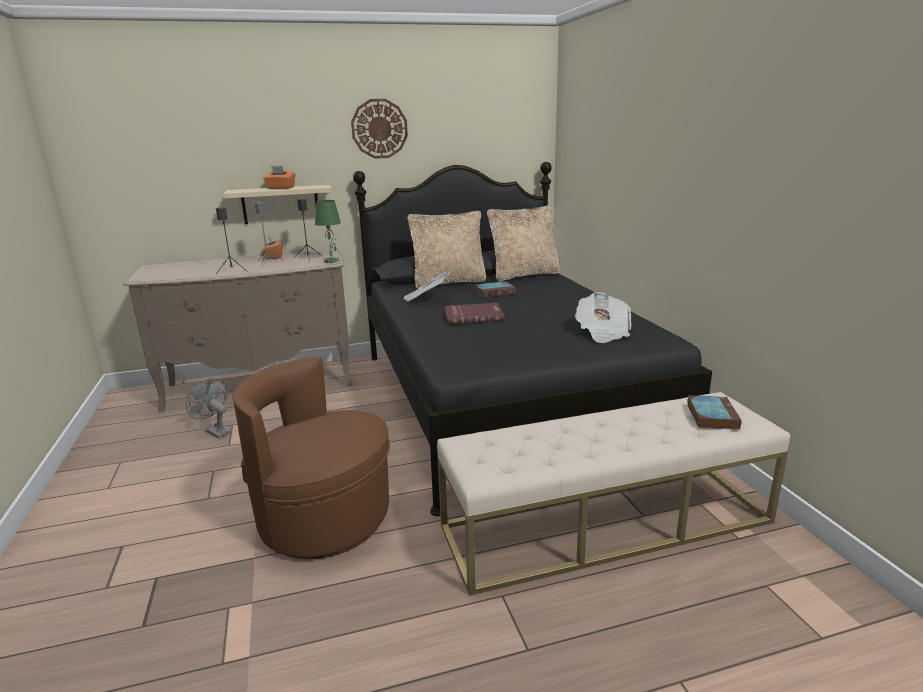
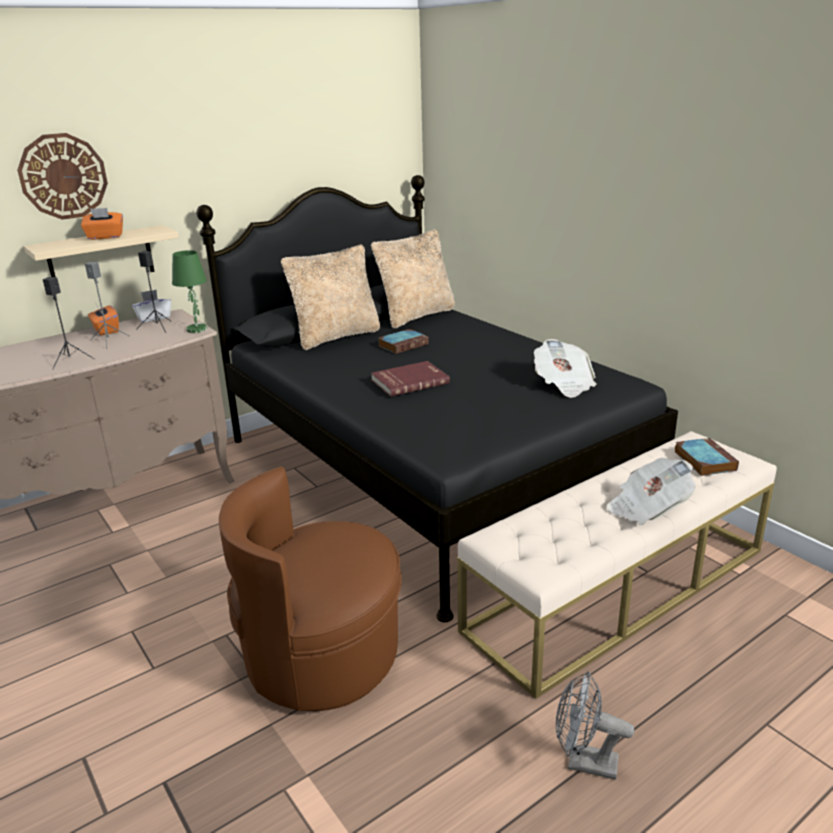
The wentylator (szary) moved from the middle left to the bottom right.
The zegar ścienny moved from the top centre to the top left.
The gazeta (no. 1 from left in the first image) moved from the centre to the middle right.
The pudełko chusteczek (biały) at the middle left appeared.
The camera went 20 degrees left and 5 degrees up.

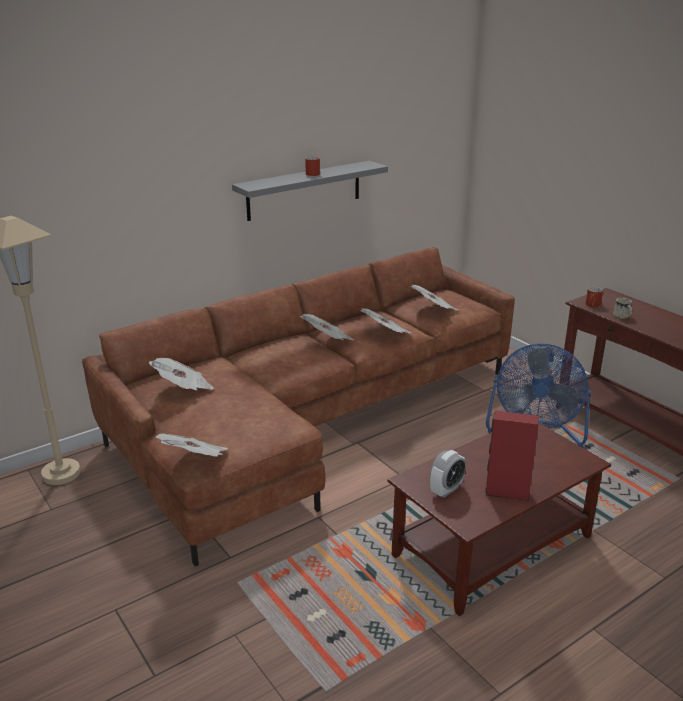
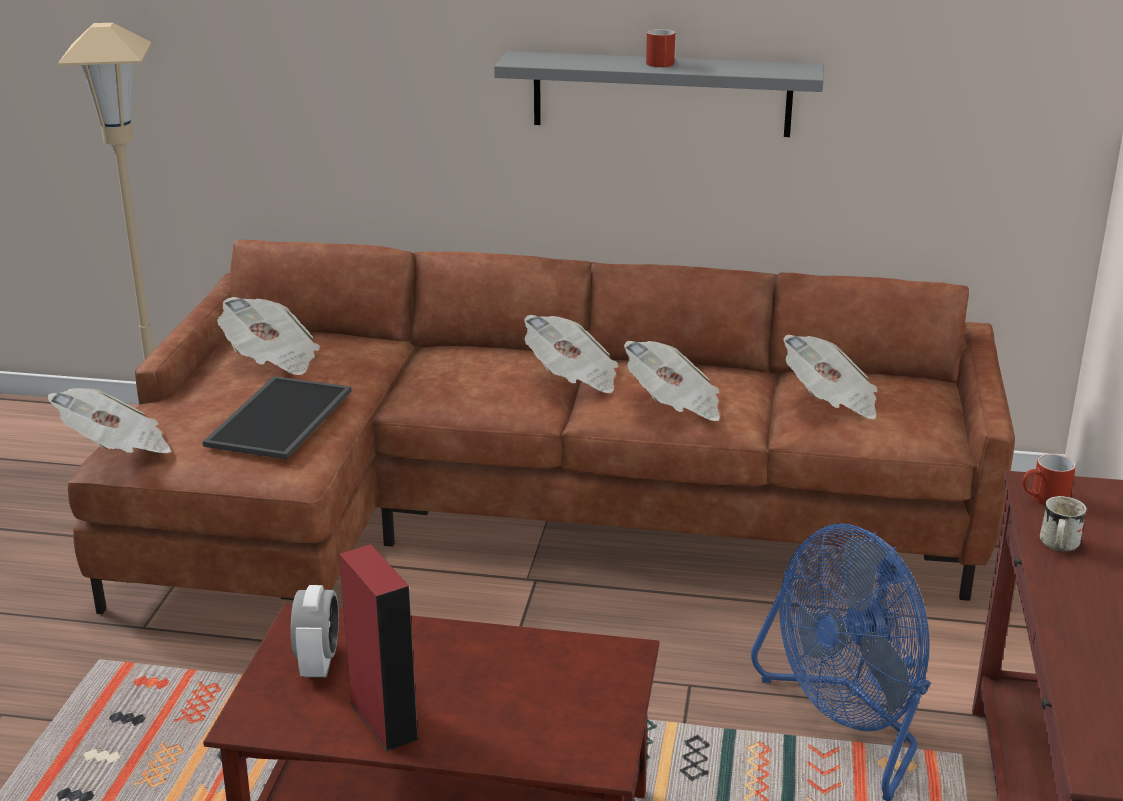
The budzik at the bottom centre turned 90 degrees counterclockwise.
The taca at the middle left appeared.
The camera went 45 degrees right and 0 degrees up.

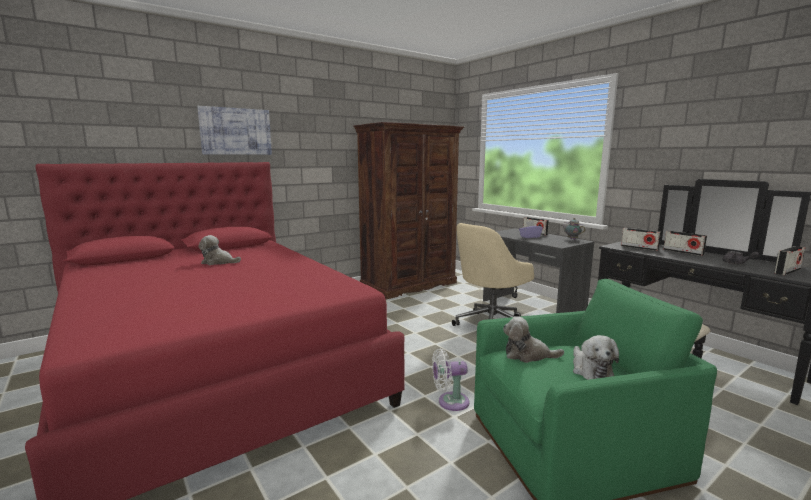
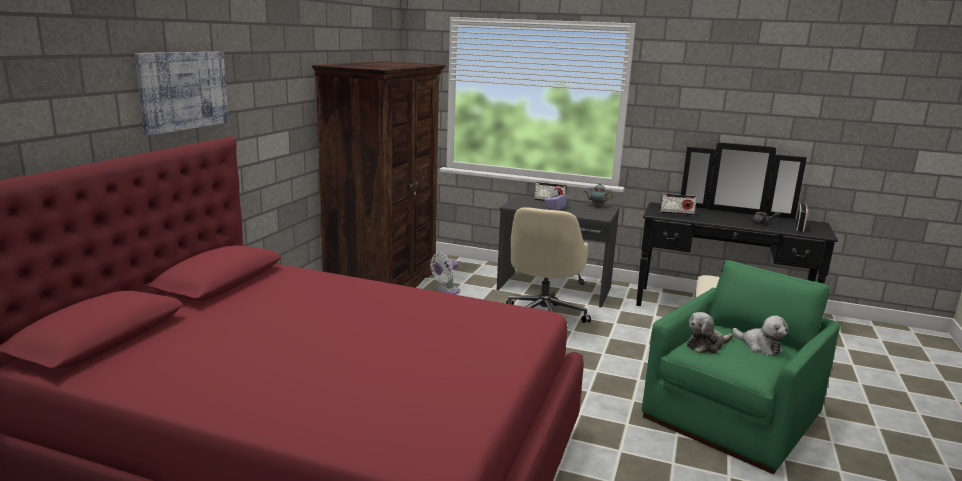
The pluszak (no. 1 from left) at the middle left disappeared.
The wentylator (biały) moved from the bottom centre to the centre.
The radio (no. 3 from left) at the middle right disappeared.
The camera went 35 degrees left and 5 degrees up.

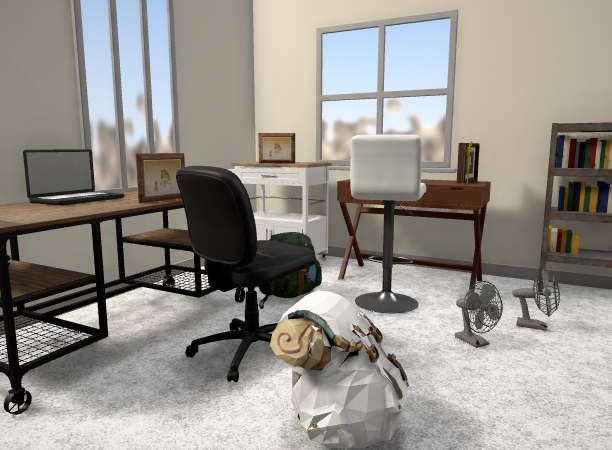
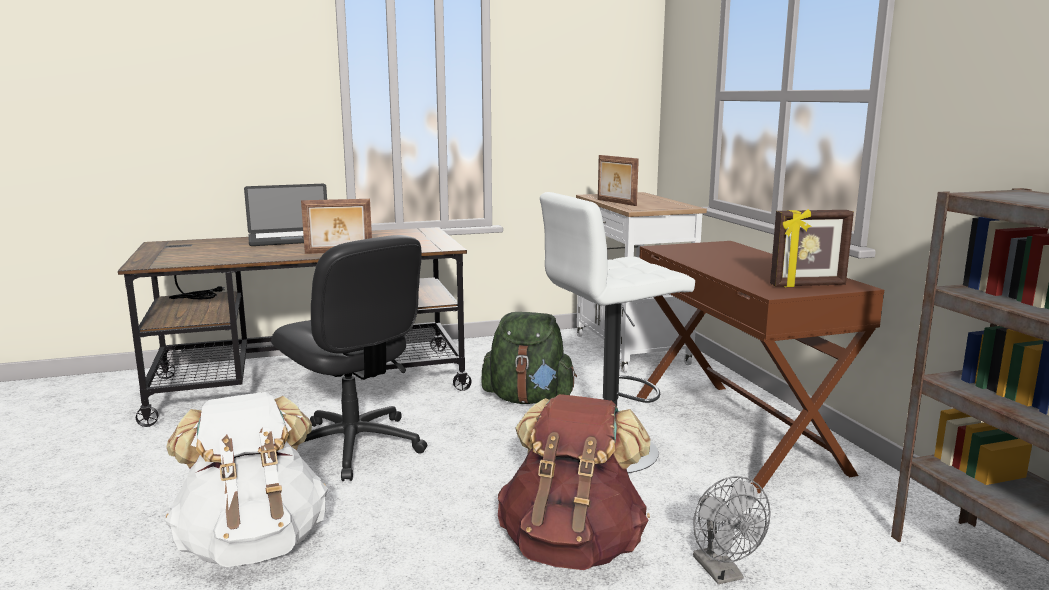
The krzesło biurowe (czarny) at the centre turned 135 degrees counterclockwise.
The wentylator (szary) (no. 1 from left) at the bottom right was replaced by the plecak (brązowy) at the bottom centre.
The camera went 45 degrees right and 5 degrees up.

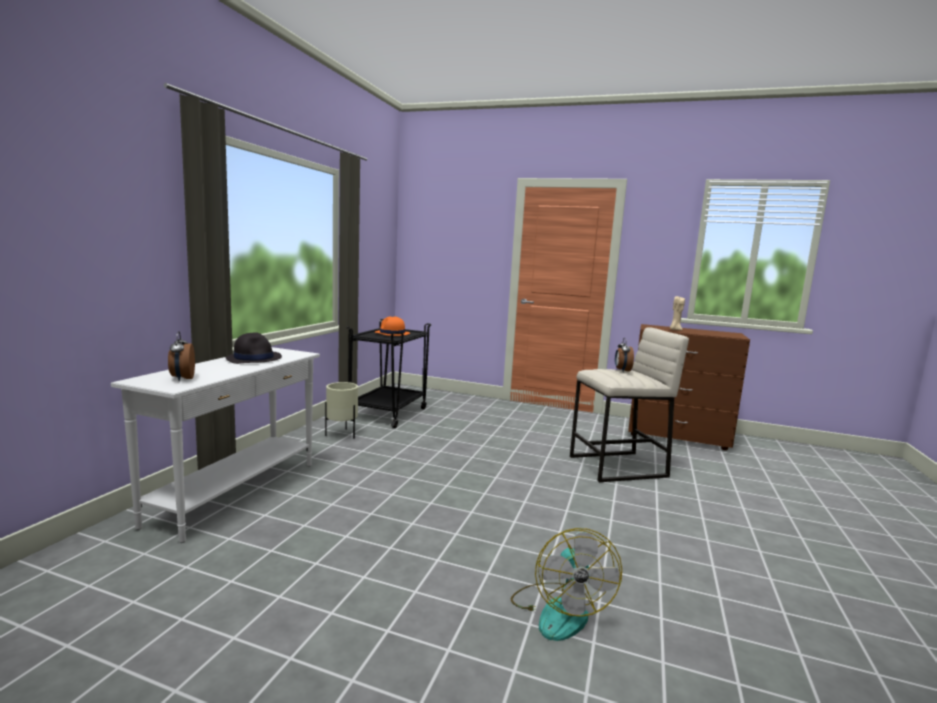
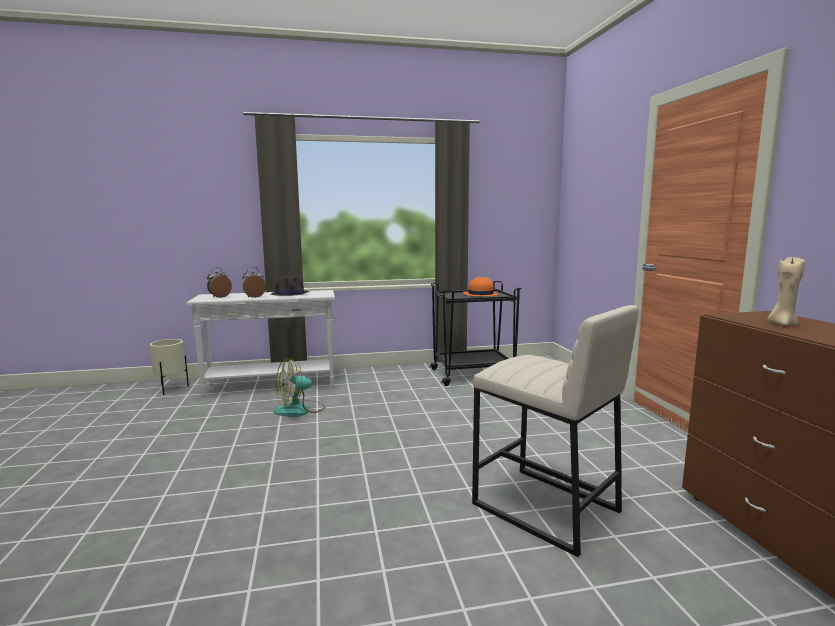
The donica (beżowy) moved from the centre to the middle left.
The wentylator moved from the bottom centre to the centre.
The budzik (no. 2 from left) moved from the centre to the middle left.
The camera went 60 degrees right and 0 degrees up.

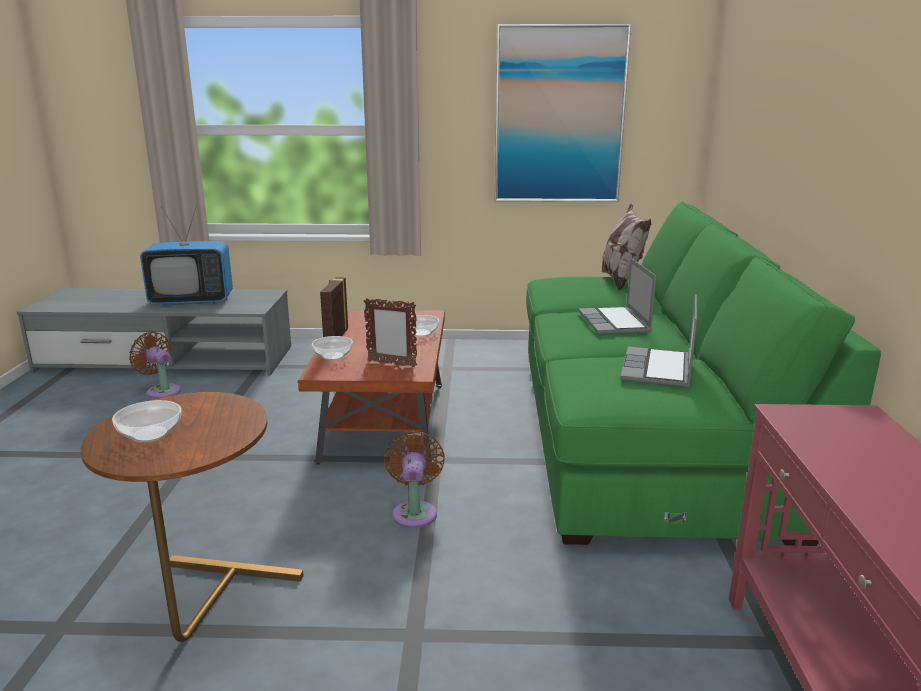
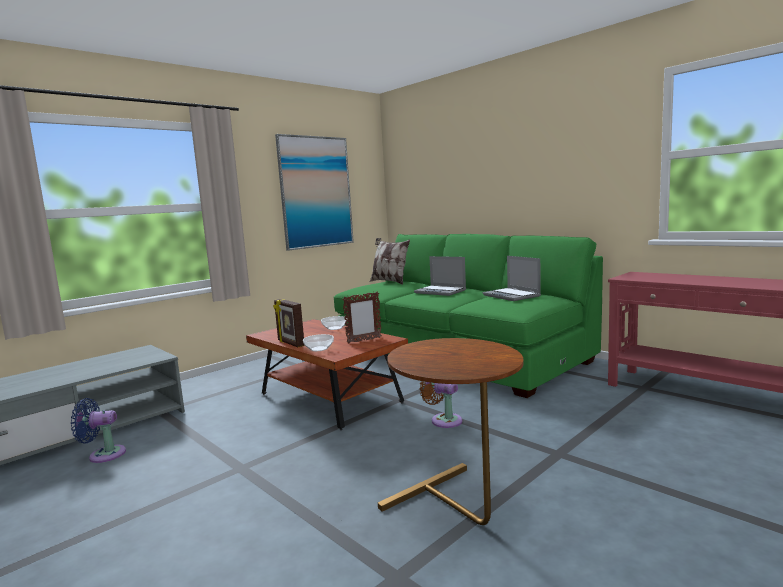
The miska (no. 1 from left) at the middle left disappeared.
The wentylator (brązowy) (no. 1 from left) at the middle left became the wentylator (niebieski) at the bottom left.
The telewizor at the middle left disappeared.
The camera went 45 degrees left and 10 degrees down.

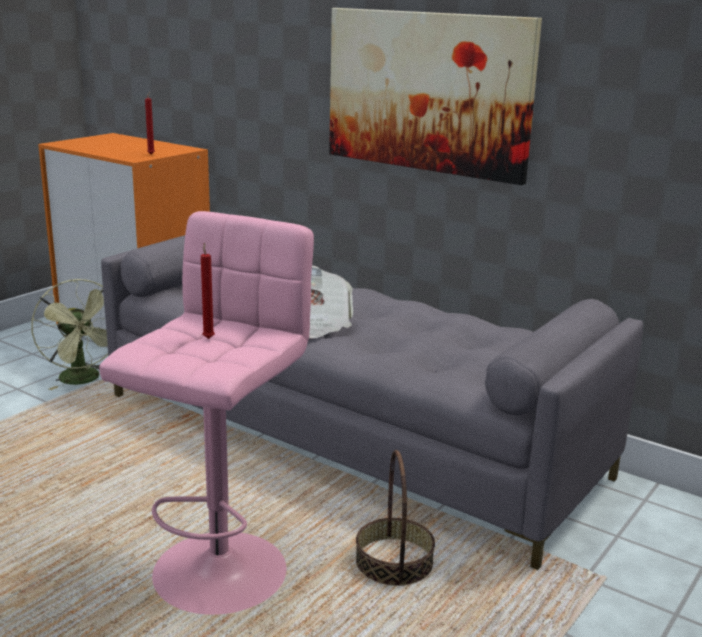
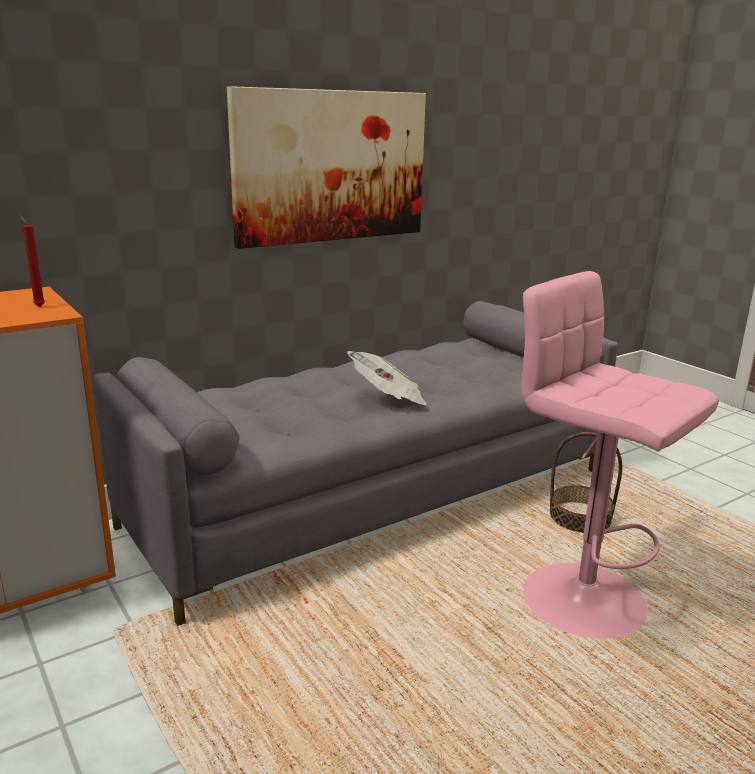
The wentylator (zielony) at the middle left disappeared.
The świeca (czerwony) (no. 2 from left) at the middle left disappeared.
The camera went 70 degrees left and 0 degrees up.

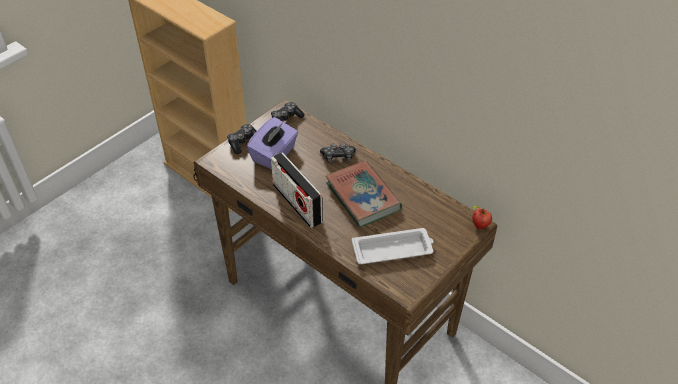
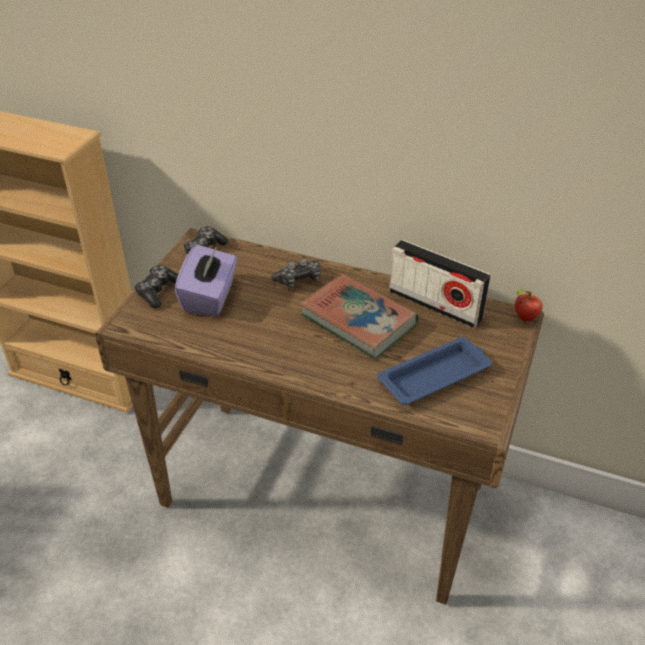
The radio moved from the centre to the middle right.
The taca (biały) at the centre became the taca (niebieski) at the middle right.
The camera went 20 degrees left and 5 degrees down.

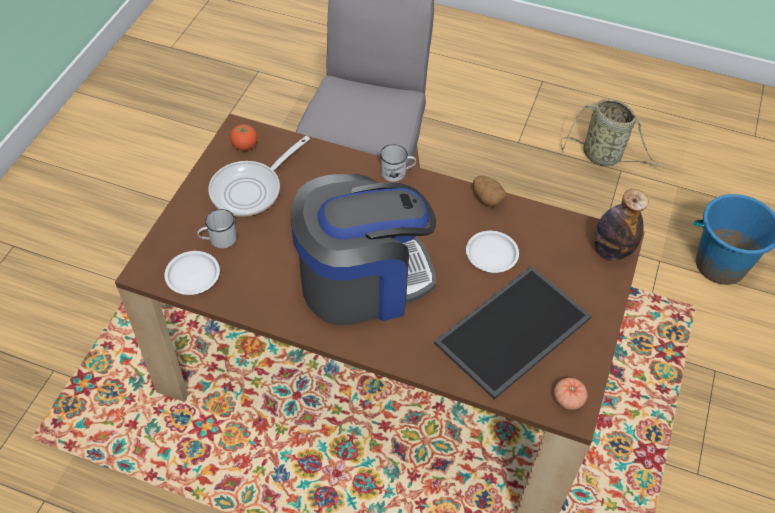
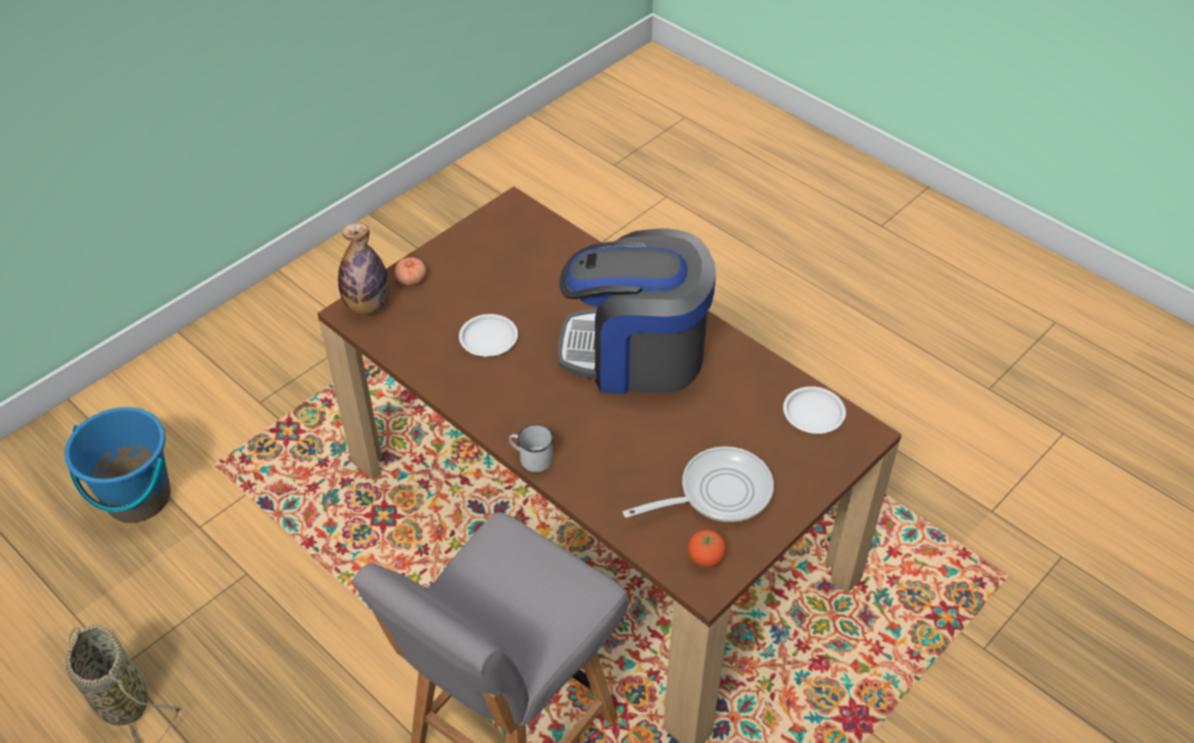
The kubek (biały) (no. 1 from left) at the middle left disappeared.
The taca at the centre disappeared.
The ziemniak at the centre disappeared.
The pomidor (no. 2 from left in the first image) moved from the bottom right to the centre.
The camera went 155 degrees left and 5 degrees down.

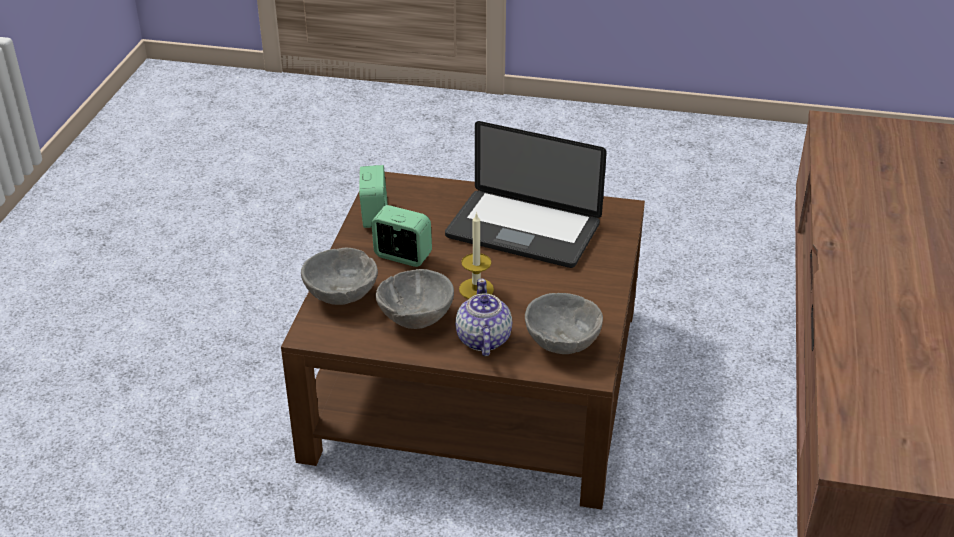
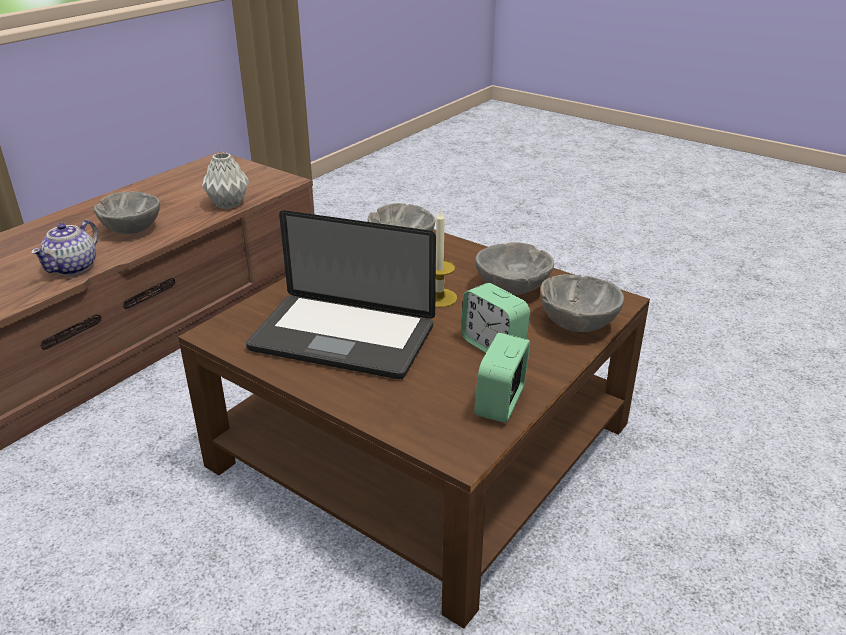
The laptop at the centre turned 150 degrees clockwise.
The imbryk moved from the centre to the middle left.
The miska (szary) (no. 1 from left) at the middle left appeared.
The wazon (szary) at the top left appeared.
The camera went 155 degrees left and 5 degrees down.

